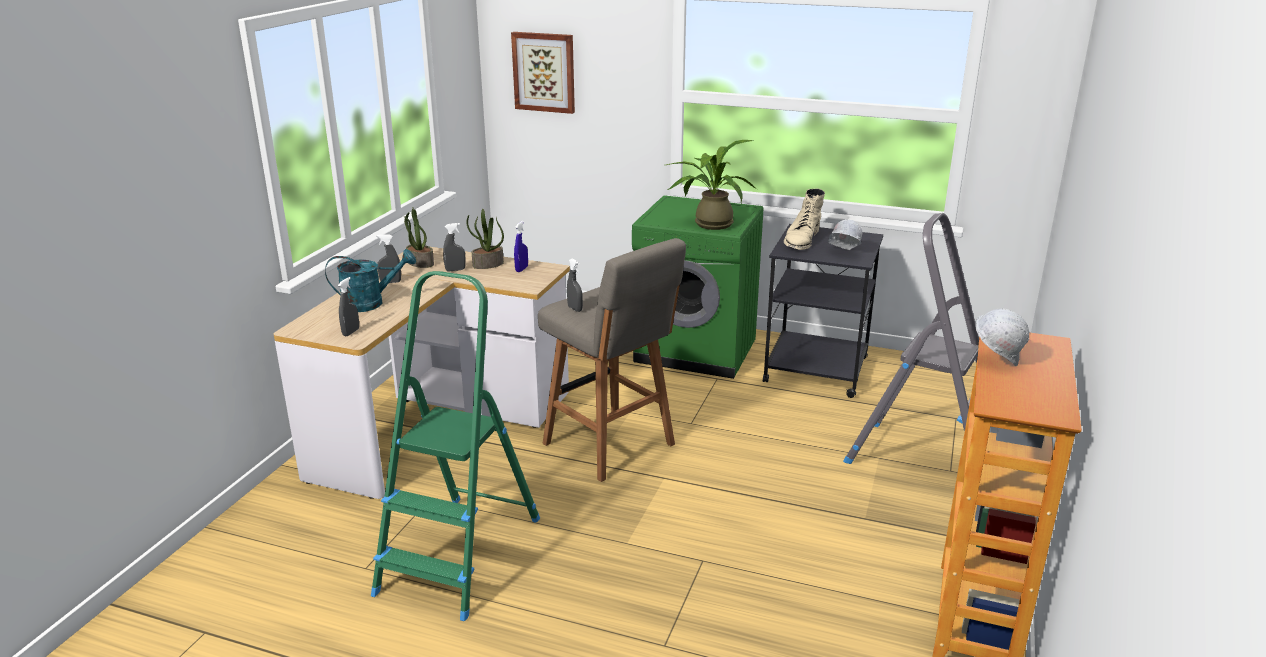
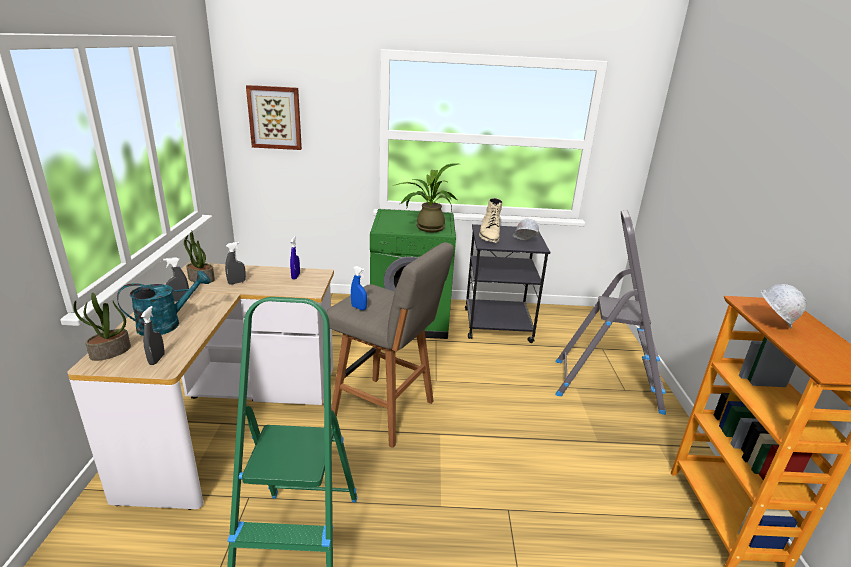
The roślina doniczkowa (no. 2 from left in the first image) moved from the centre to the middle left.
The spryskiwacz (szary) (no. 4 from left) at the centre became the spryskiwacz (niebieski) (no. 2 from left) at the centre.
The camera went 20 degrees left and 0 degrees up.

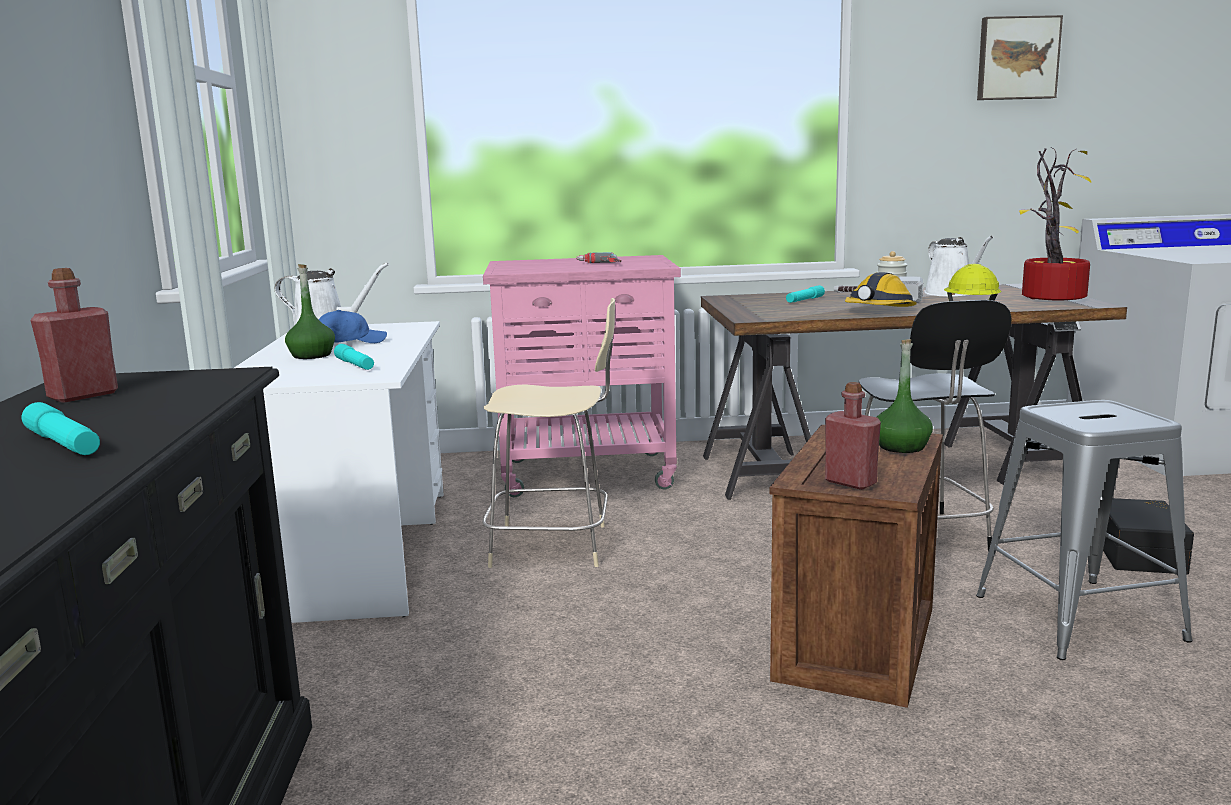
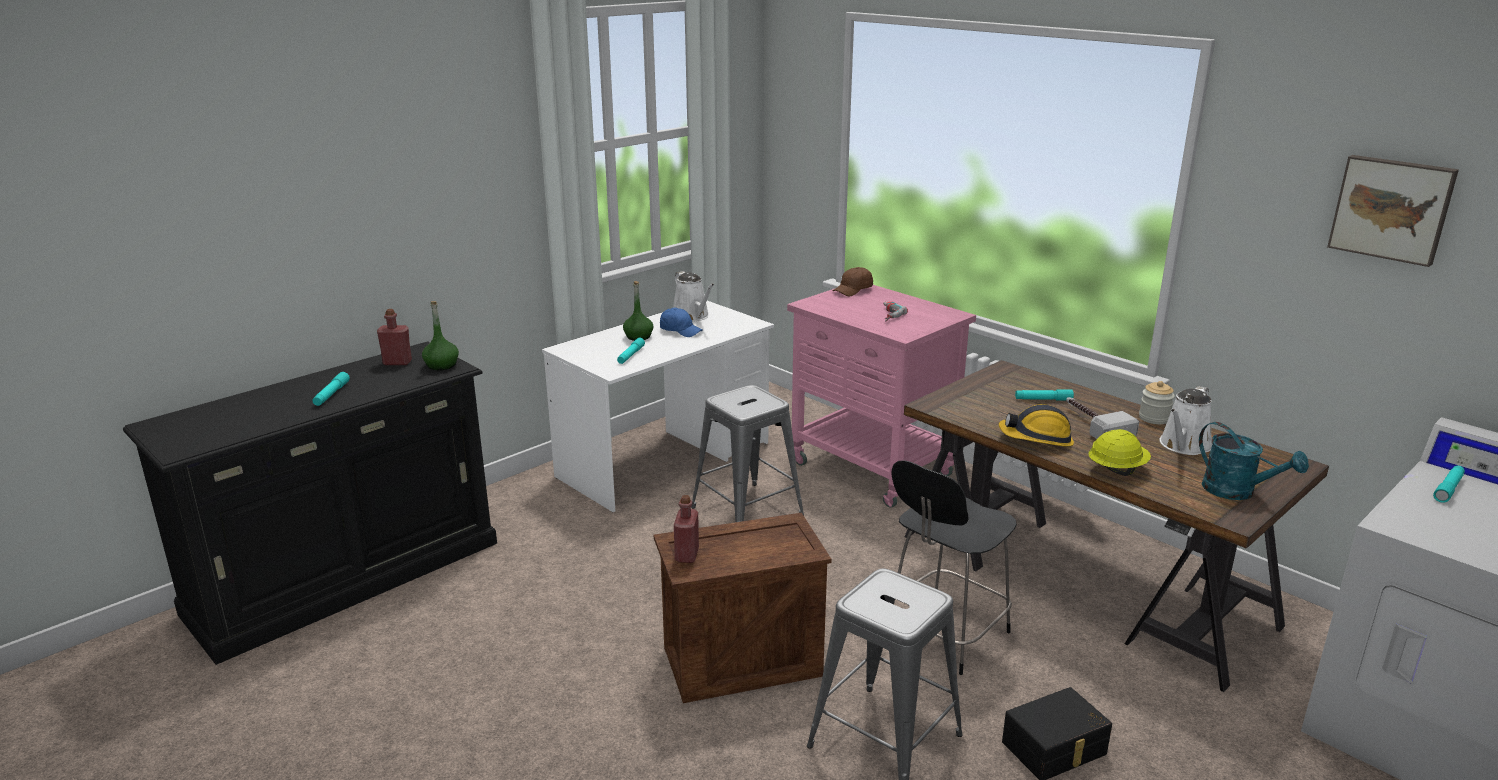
The krzesło (beżowy) at the centre was replaced by the stołek (szary) (no. 1 from left) at the centre.
The butelka (zielony) (no. 2 from left in the first image) moved from the middle right to the middle left.
The roślina doniczkowa at the top right was replaced by the konewka (turkusowy) at the middle right.
The czapka z daszkiem (brązowy) at the centre appeared.
The latarka (turkusowy) (no. 4 from left) at the middle right appeared.
The camera went 50 degrees right and 10 degrees up.

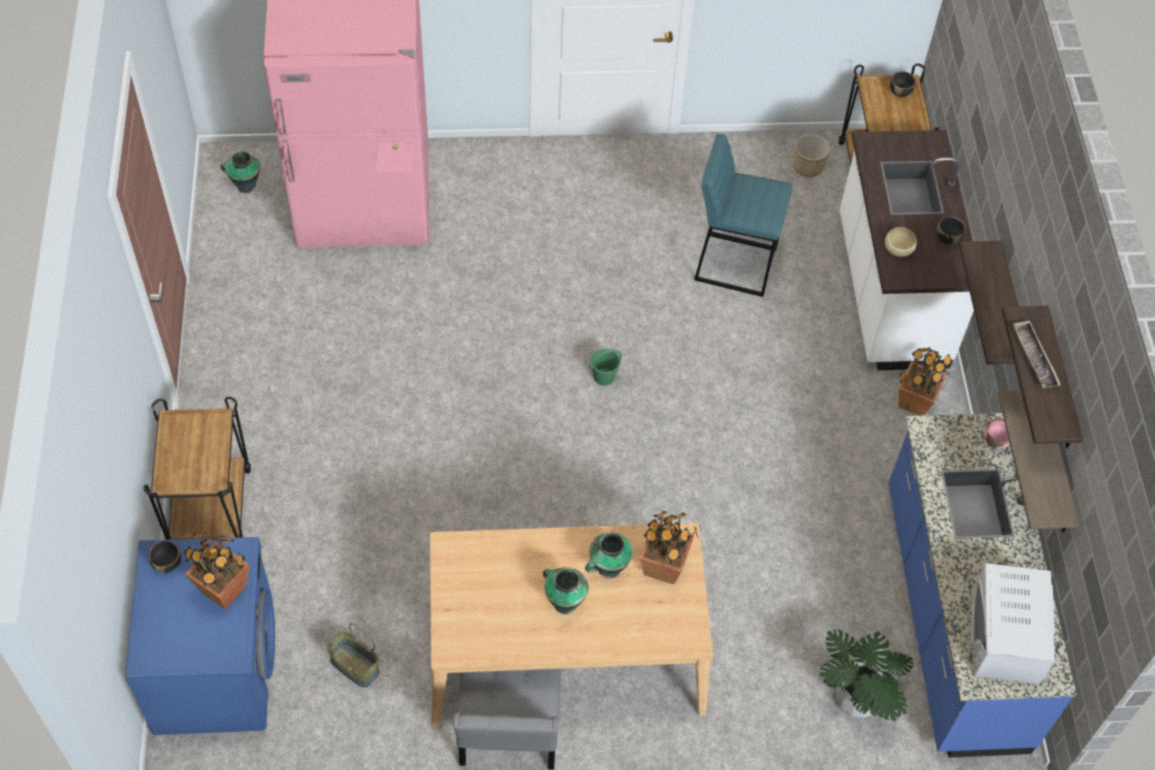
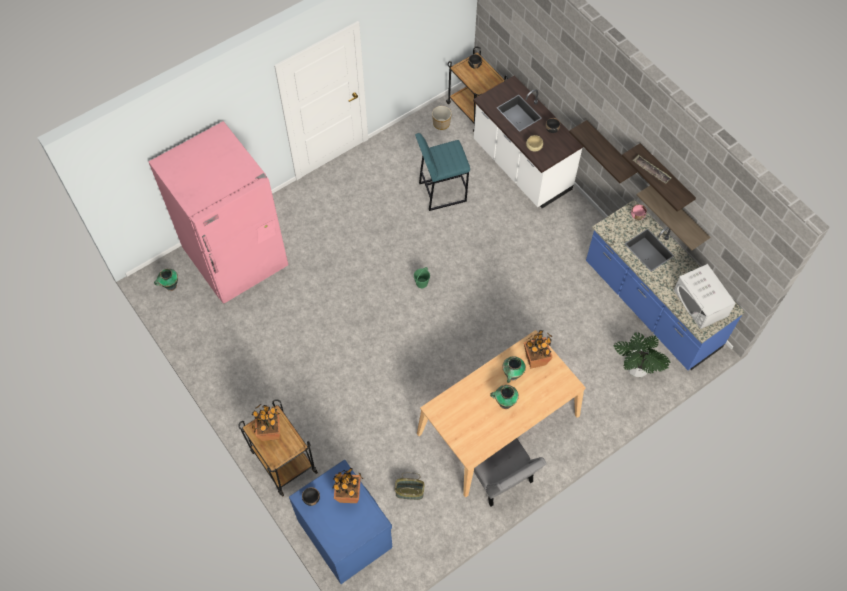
The roślina doniczkowa (no. 4 from left in the first image) moved from the middle right to the bottom left.
The camera went 30 degrees left and 5 degrees up.

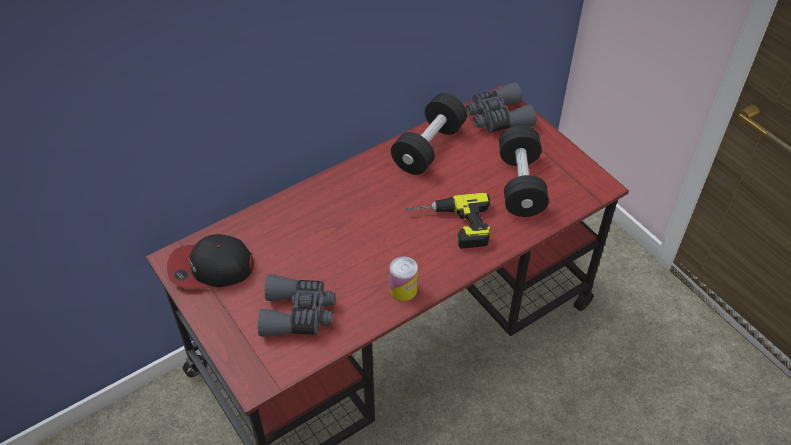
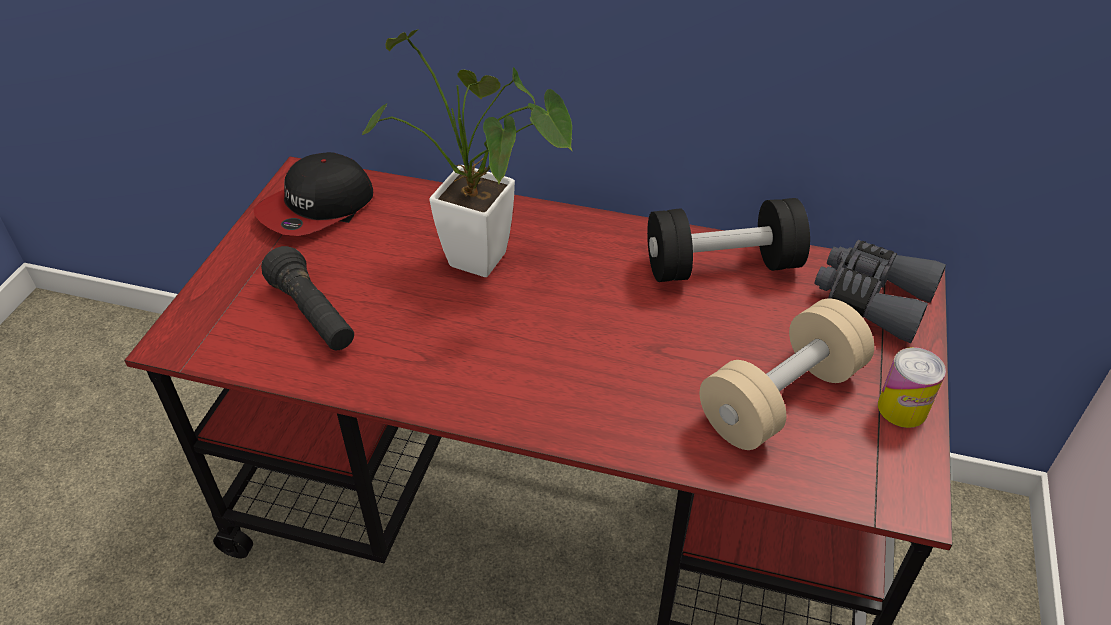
The czapka z daszkiem at the middle left turned 90 degrees counterclockwise.
The lornetka (szary) (no. 1 from left) at the bottom centre was replaced by the latarka (czarny) at the middle left.
The puszka moved from the centre to the middle right.
The wiertarka at the centre disappeared.
The hantel (czarny) (no. 2 from left) at the centre became the hantel (beżowy) at the middle right.
The roślina doniczkowa at the top centre appeared.
The camera went 50 degrees right and 5 degrees down.

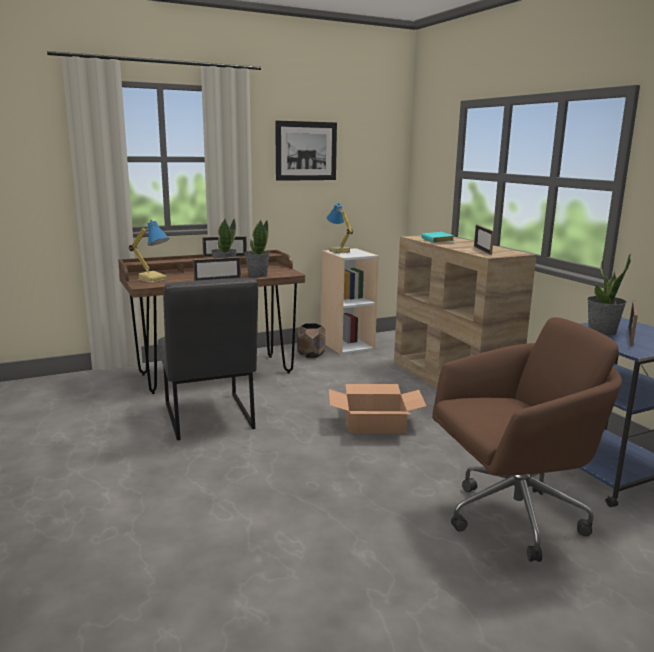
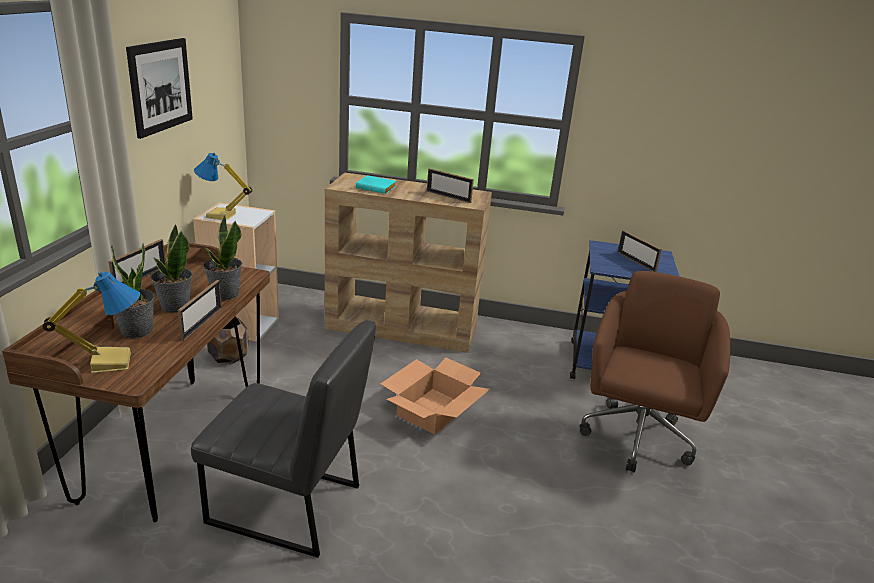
The roślina doniczkowa (no. 3 from left in the first image) moved from the middle right to the middle left.
The camera went 55 degrees left and 10 degrees up.

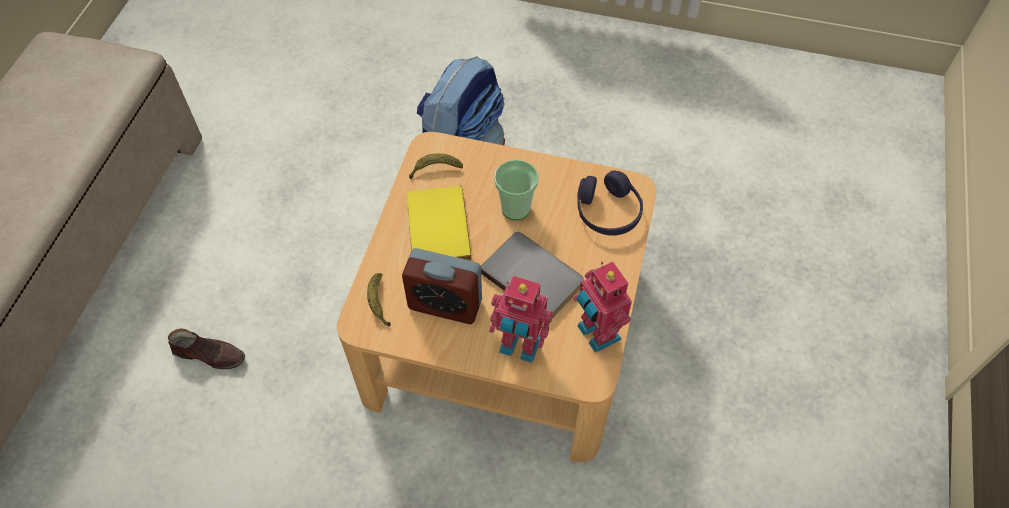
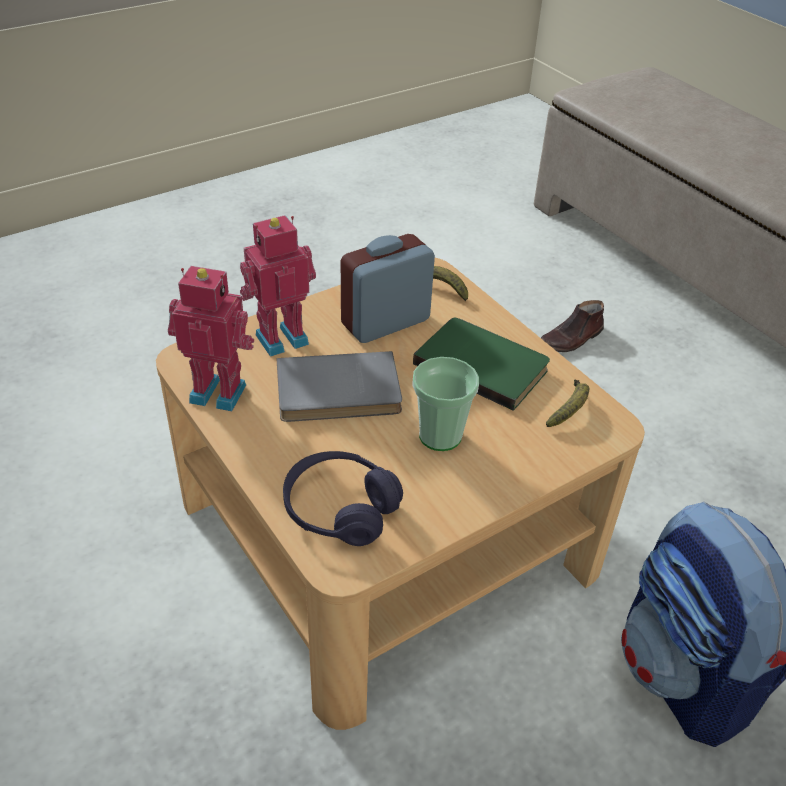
The książka (żółty) at the centre became the książka (zielony) at the centre.
The camera went 130 degrees right and 15 degrees down.

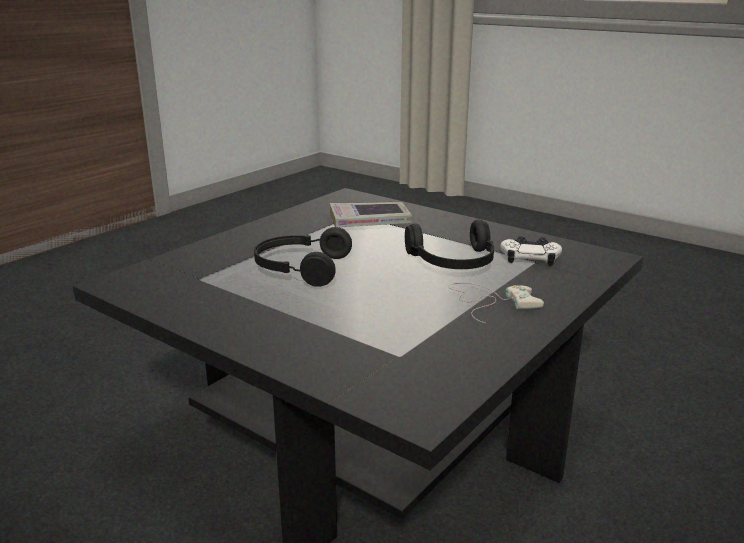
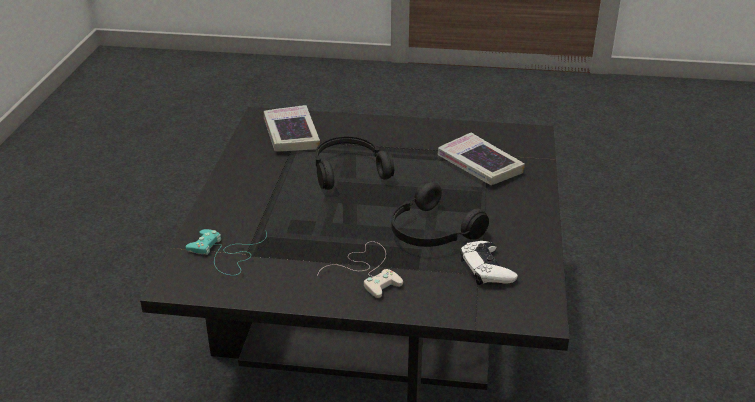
The pad do gier (turkusowy) at the middle left appeared.
The książka (no. 1 from left) at the top centre appeared.
The camera went 60 degrees right and 10 degrees up.

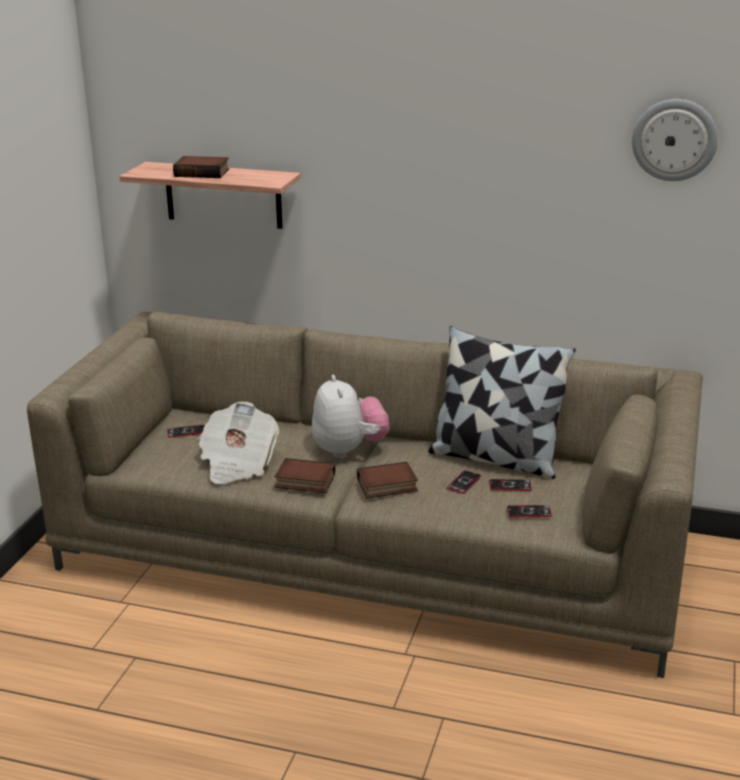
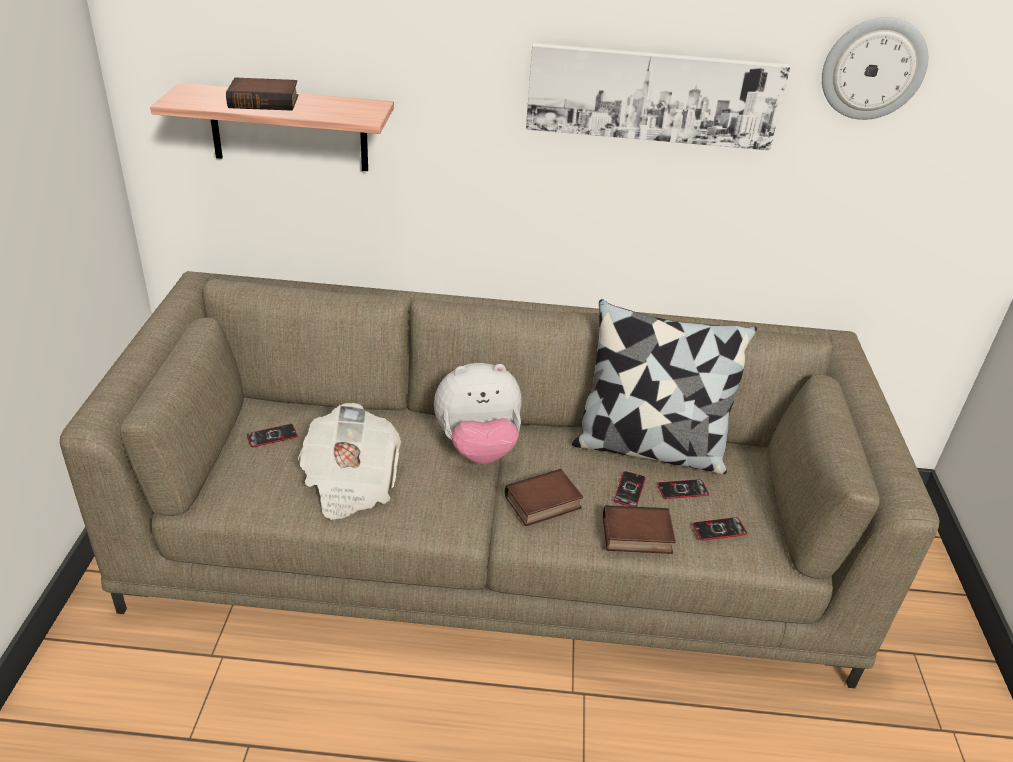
The książka (no. 2 from left in the first image) moved from the centre to the bottom centre.
The pluszak at the centre turned 105 degrees clockwise.
The obraz at the top centre appeared.
The camera went 15 degrees left and 10 degrees up.

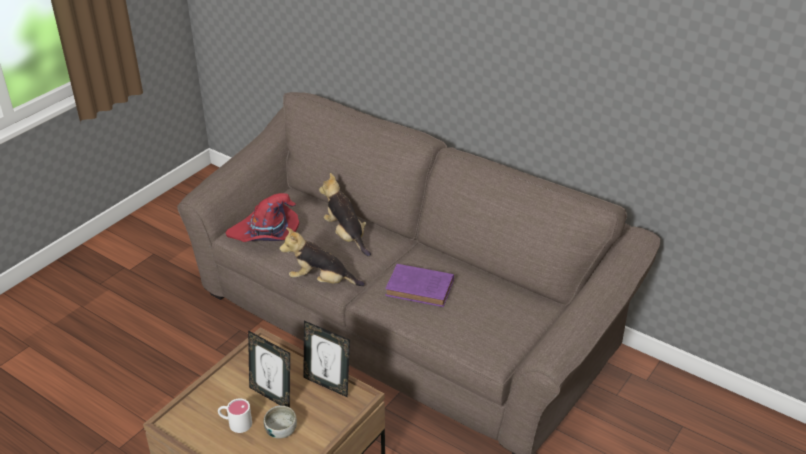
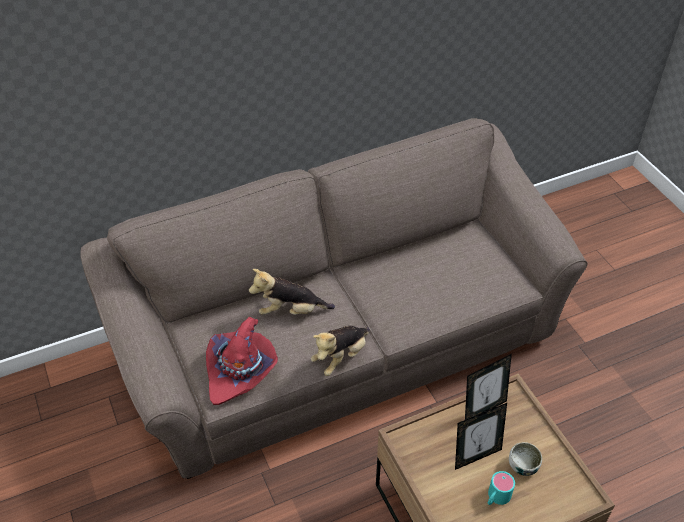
The kubek (biały) at the bottom left became the kubek (turkusowy) at the bottom right.
The książka (fioletowy) at the centre disappeared.
The camera went 60 degrees left and 10 degrees up.

